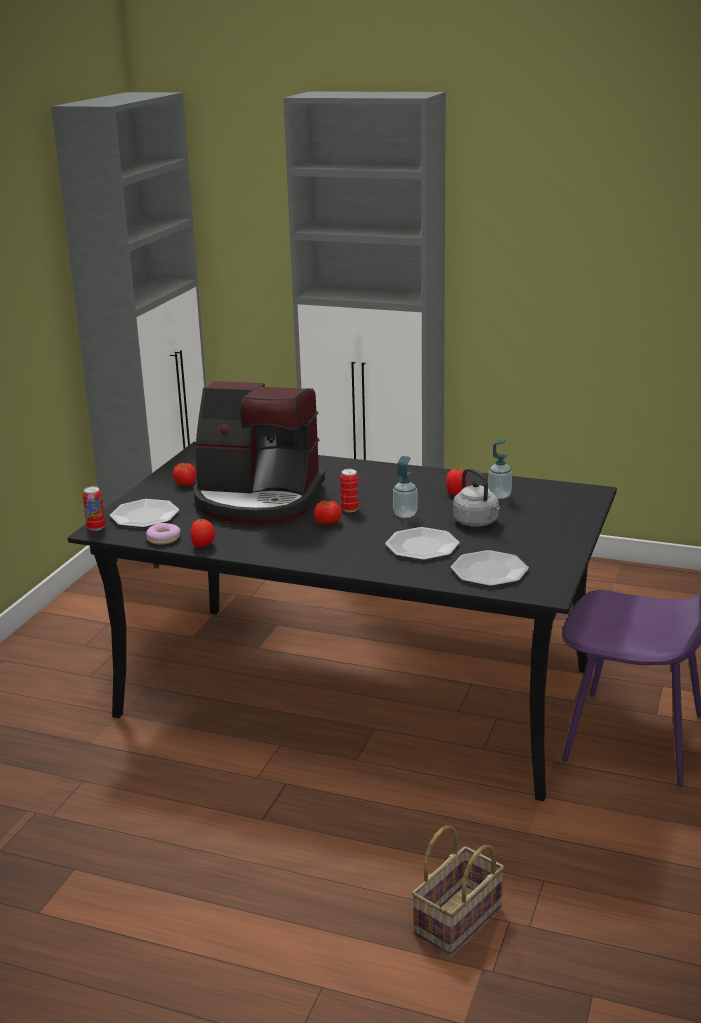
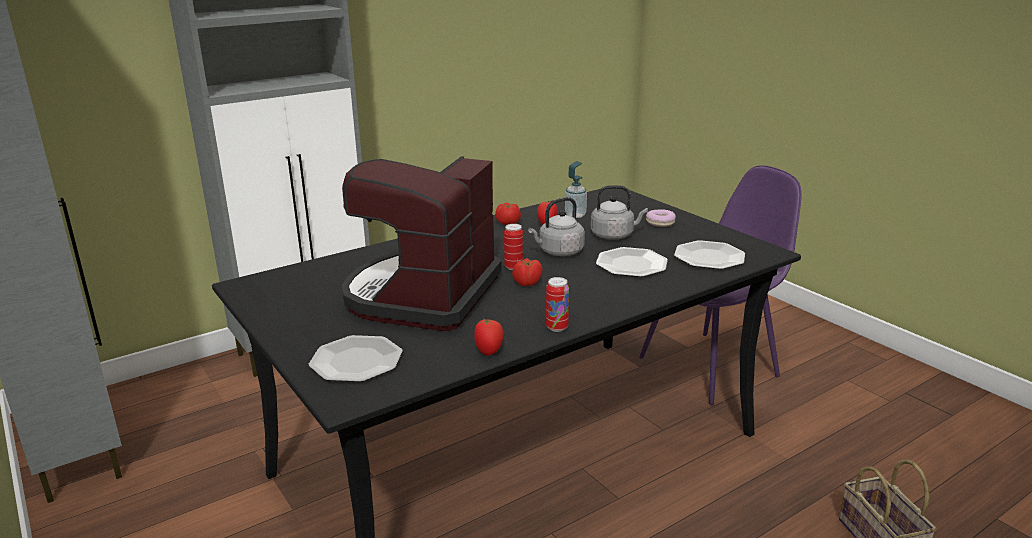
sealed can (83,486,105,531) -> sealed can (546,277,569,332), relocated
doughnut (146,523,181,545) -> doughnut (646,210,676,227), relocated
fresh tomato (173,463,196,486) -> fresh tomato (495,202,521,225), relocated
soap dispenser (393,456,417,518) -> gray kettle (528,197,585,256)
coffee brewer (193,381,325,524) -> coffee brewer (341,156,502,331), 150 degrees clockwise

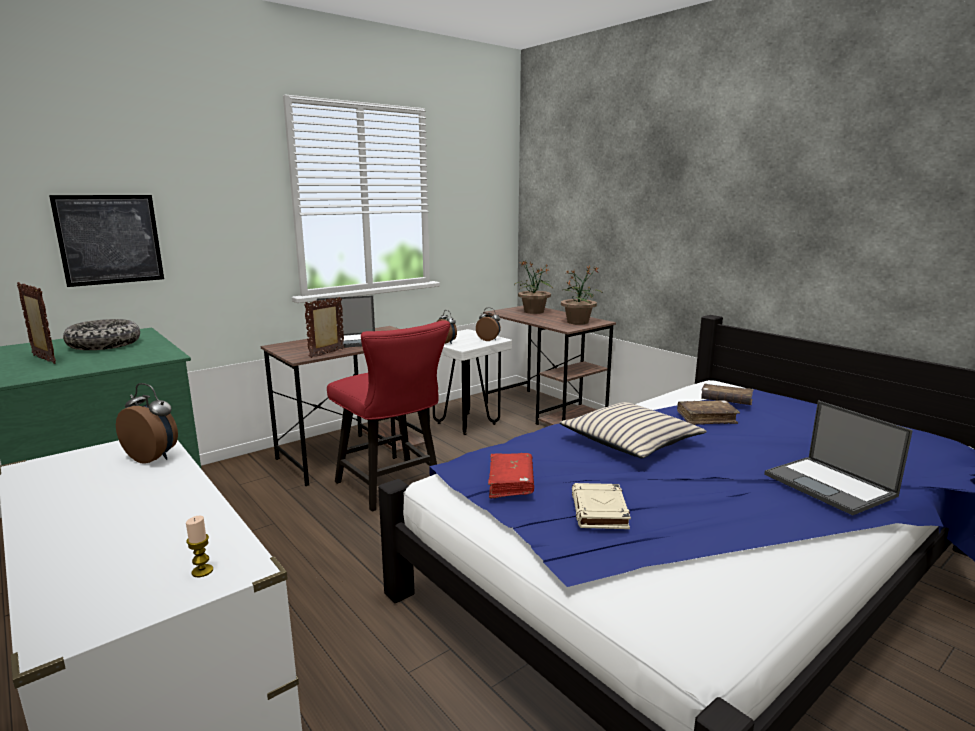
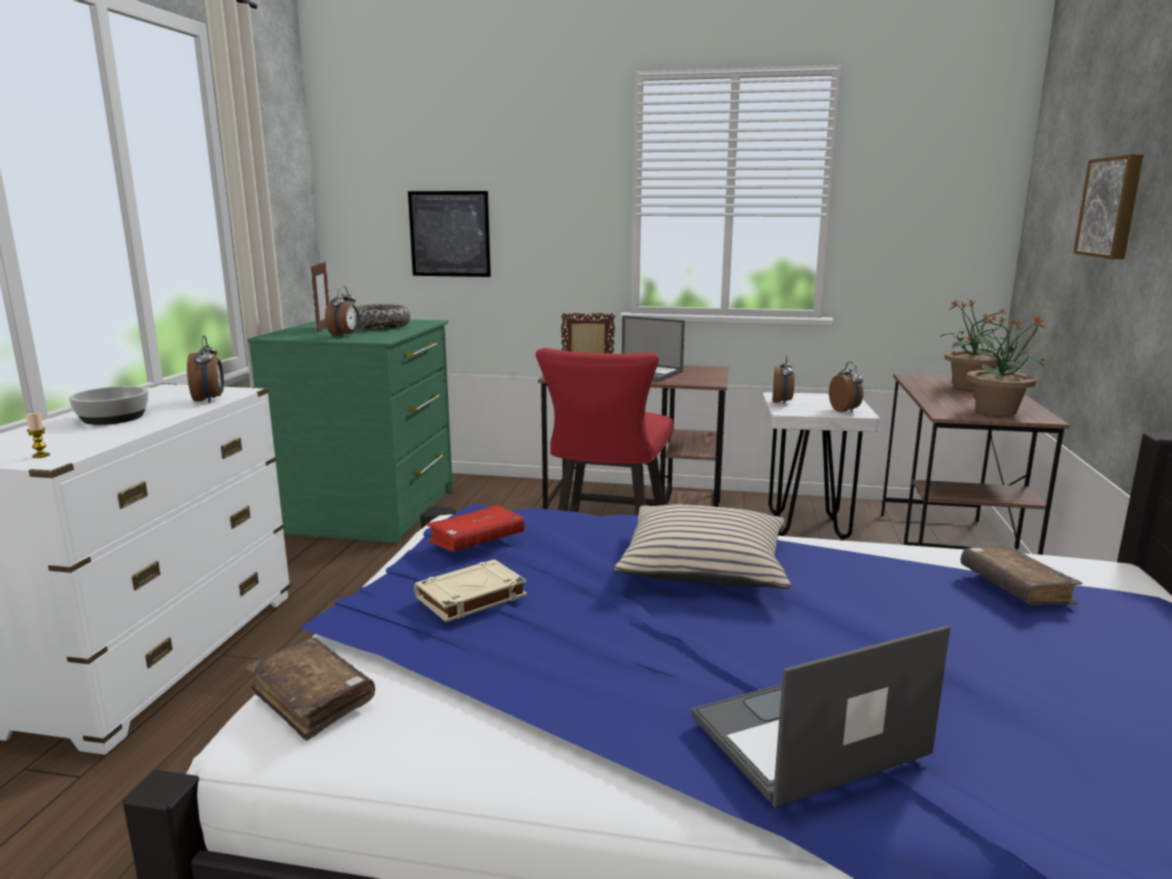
none -> bowl (69,386,148,425)
none -> bedside clock (325,286,359,337)
none -> wall art (1073,154,1144,259)
brown book (677,400,740,425) -> brown book (246,638,375,741), relocated
laptop (764,400,913,515) -> laptop (691,625,950,807), 45 degrees clockwise

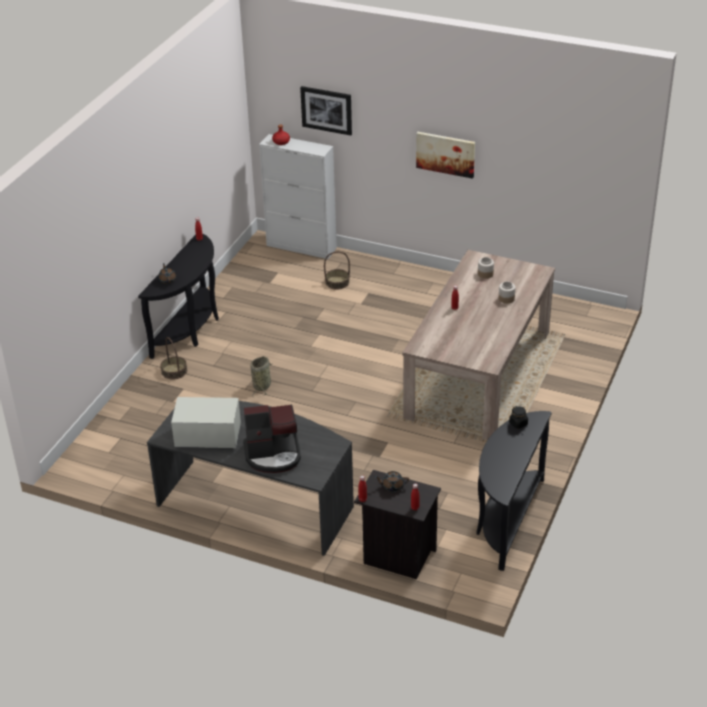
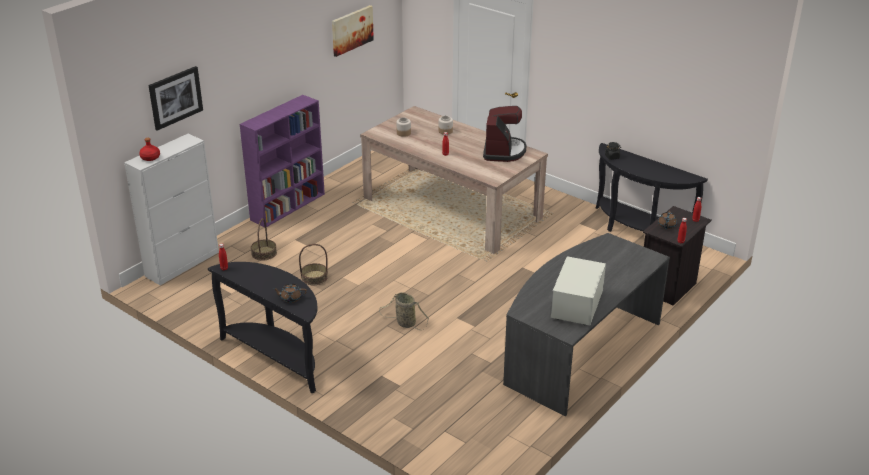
none -> purplish bookcase (240,95,325,227)
basket (160,337,187,380) -> basket (299,244,328,285), relocated
coffee brewer (243,405,301,473) -> coffee brewer (483,106,526,162), relocated
wall art (416,132,475,179) -> wall art (332,5,374,57), relocated

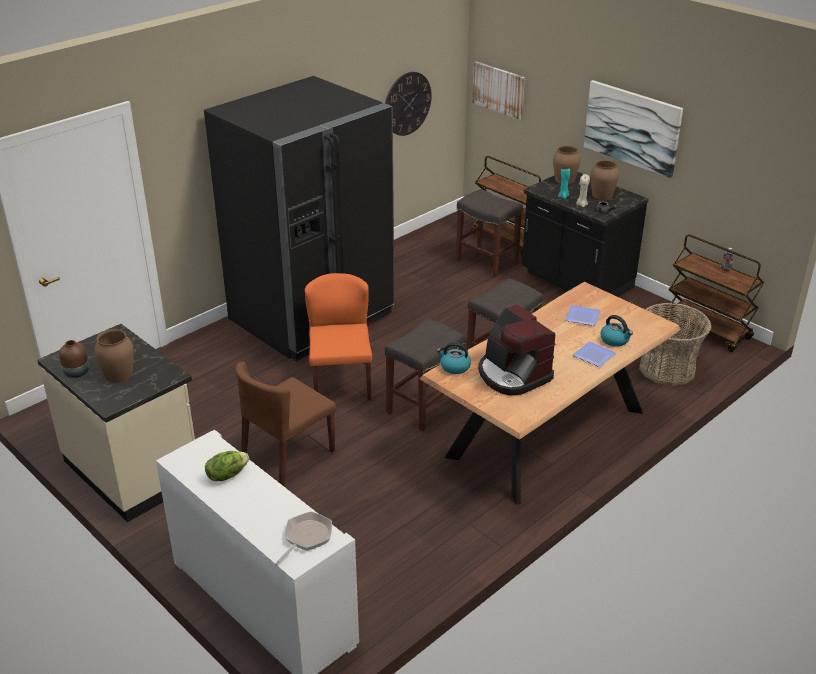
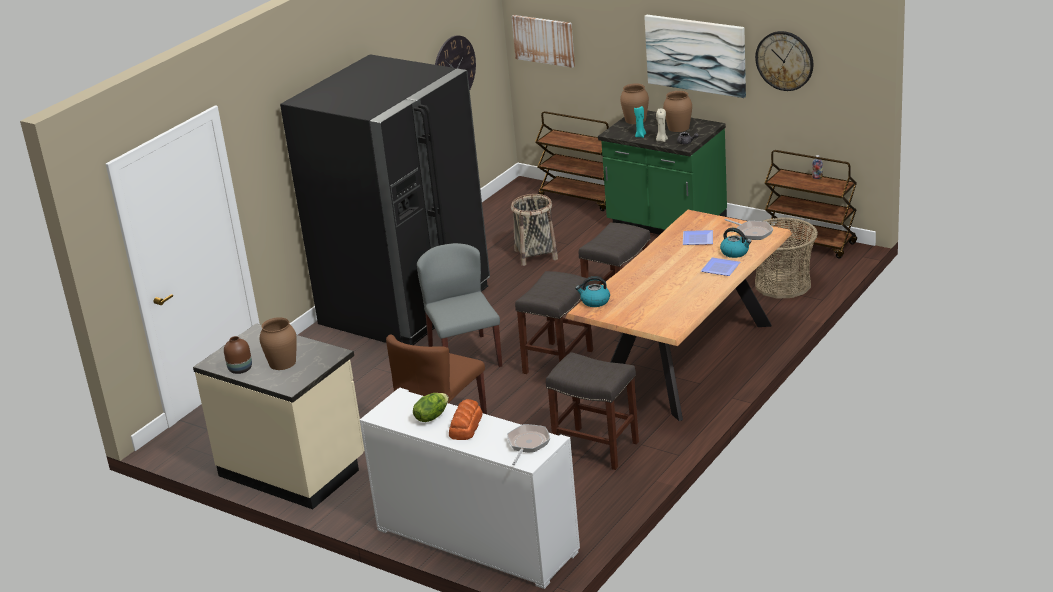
coffee brewer (478,304,555,396) -> none
none -> bread (449,399,483,440)
none -> basket (511,194,558,266)
none -> skillet (724,219,773,240)
none -> hanging clock (755,31,813,91)
gray stool seat (456,189,523,277) -> gray stool seat (546,352,639,470), relocated
orange chair (305,273,372,400) -> gray chair (417,243,502,367)
blackish kitchen base unit (522,172,648,297) -> green-coloured kitchen base unit (598,110,727,235)

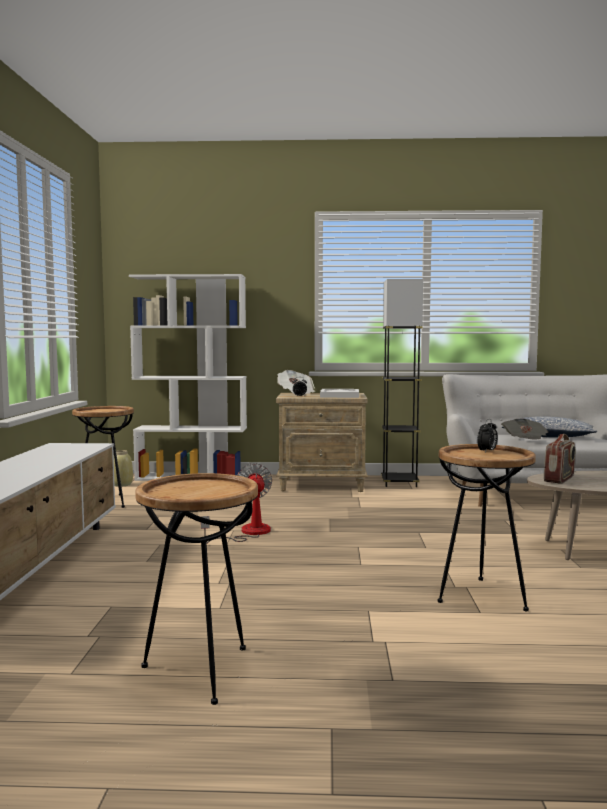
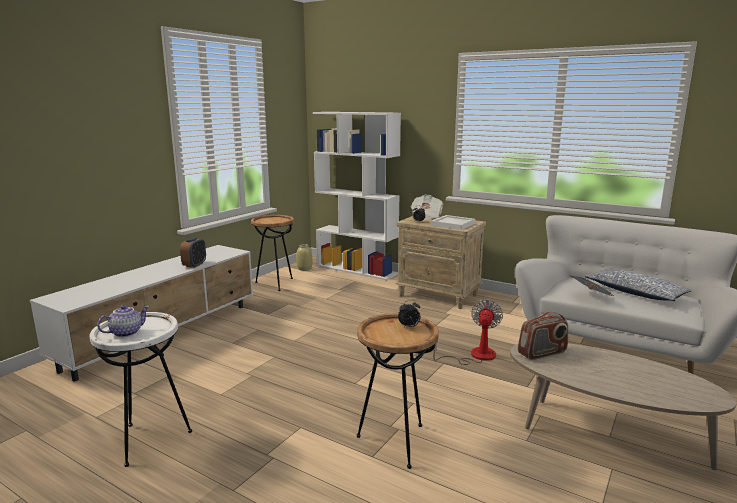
gray standing lamp (381,279,423,487) -> none
none -> tea pot (97,305,149,337)
none -> bedside clock (180,237,206,268)
electric fan (201,463,272,544) -> electric fan (434,299,503,365), relocated
brown end table (135,473,258,705) -> whitish end table (90,312,192,467)

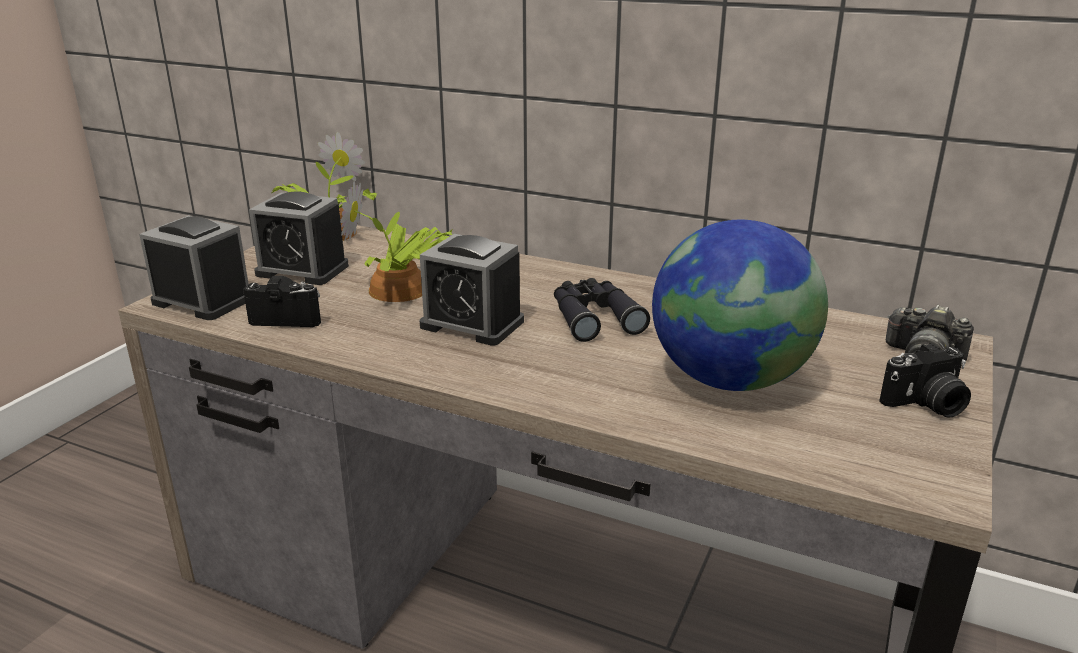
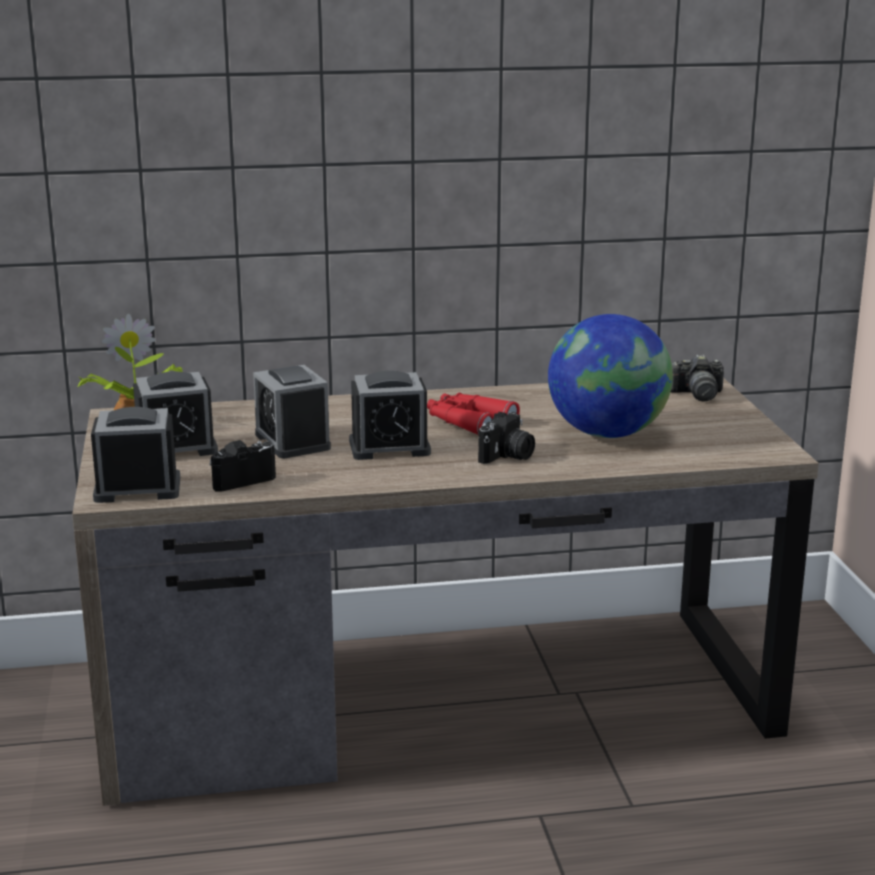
still camera (879,343,971,418) -> still camera (478,412,535,464), relocated
potted plant (340,180,453,302) -> bedside clock (253,365,331,458)
blackish field glasses (554,278,650,342) -> red-coloured field glasses (427,393,520,435)

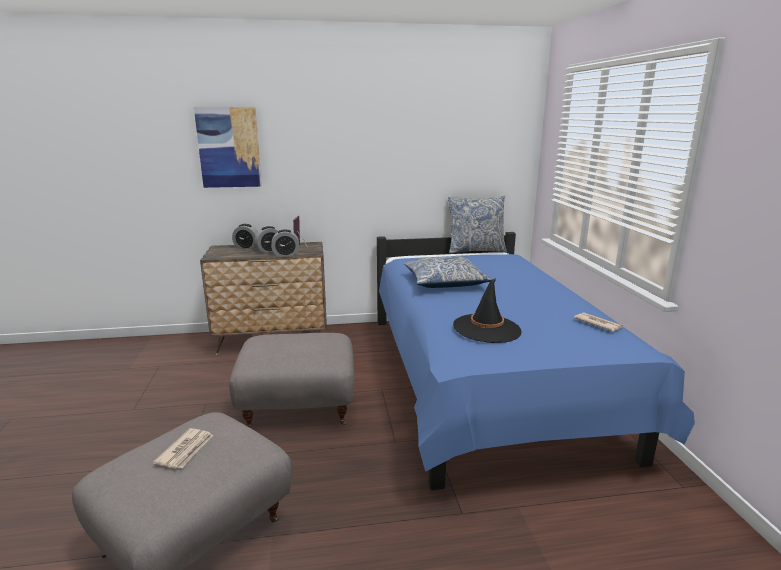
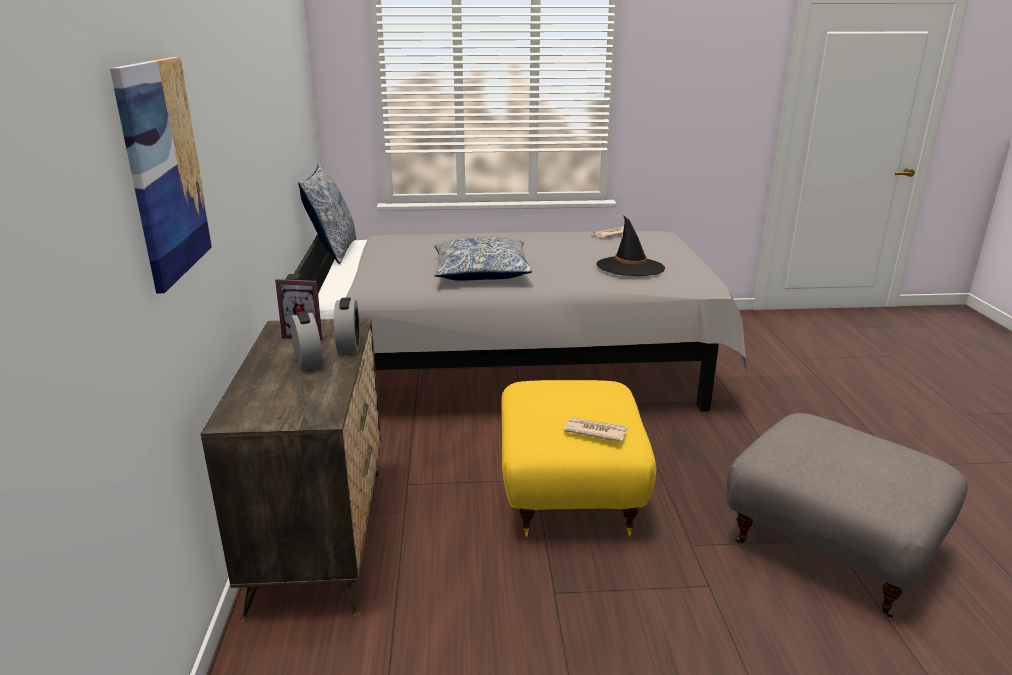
bedside clock (232,224,258,249) -> none
daily paper (153,428,213,469) -> daily paper (564,417,628,442), relocated
gray footrest (229,333,354,429) -> yellow-coloured footrest (501,380,657,537)
blue sleeping bed (377,232,695,490) -> gray sleeping bed (286,231,747,412)

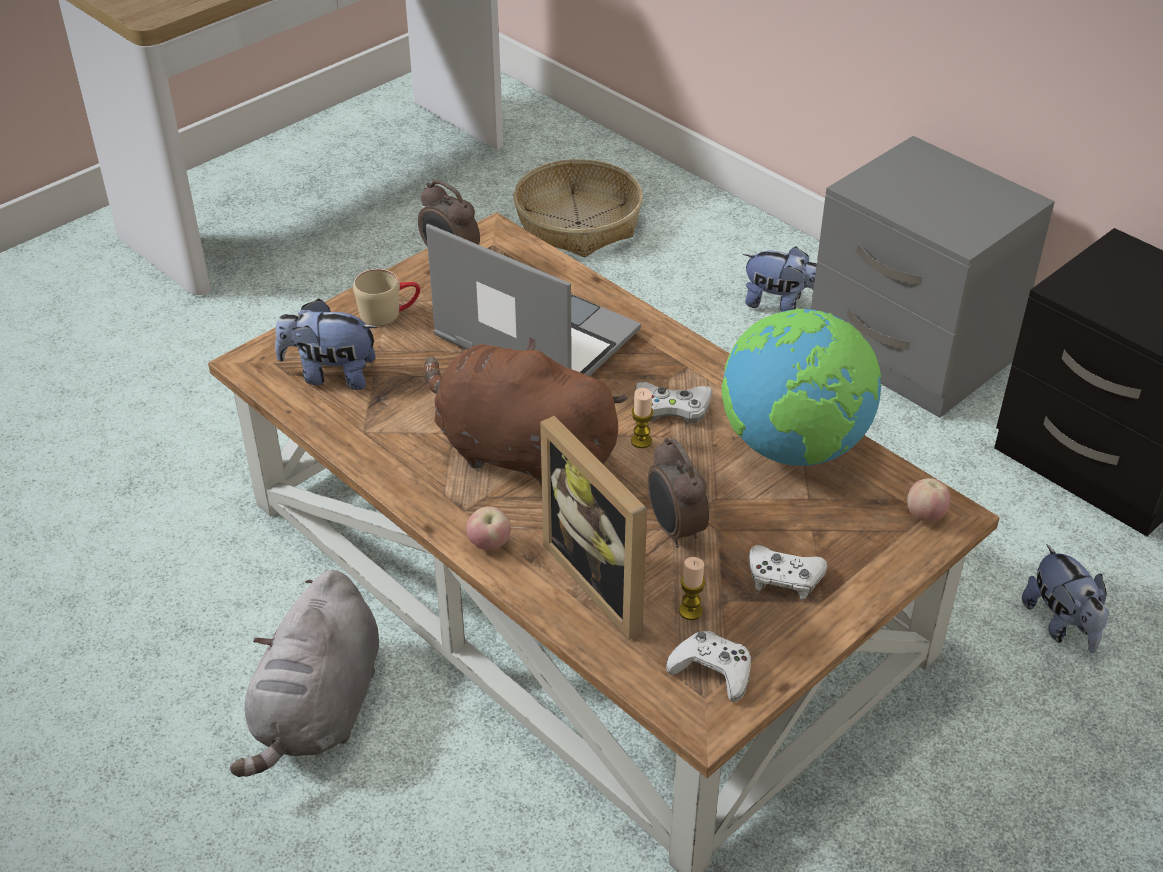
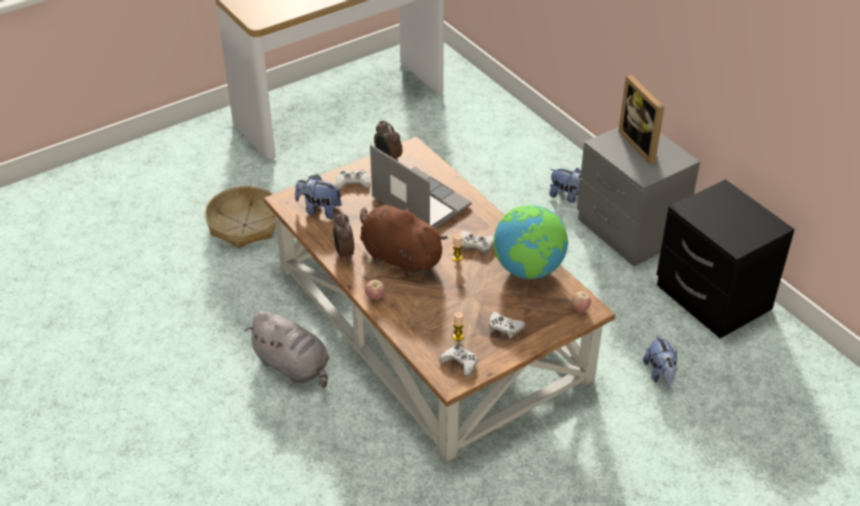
basket (514,159,643,257) -> basket (205,186,276,248), relocated
photo frame (540,416,647,640) -> photo frame (619,75,664,164), relocated
bedside clock (647,437,709,548) -> bedside clock (334,211,354,261), relocated
beige tea mug (353,269,420,326) -> whitish joypad (336,170,371,189)
gray plush toy (230,570,379,777) -> gray plush toy (245,311,329,388), 75 degrees counterclockwise

